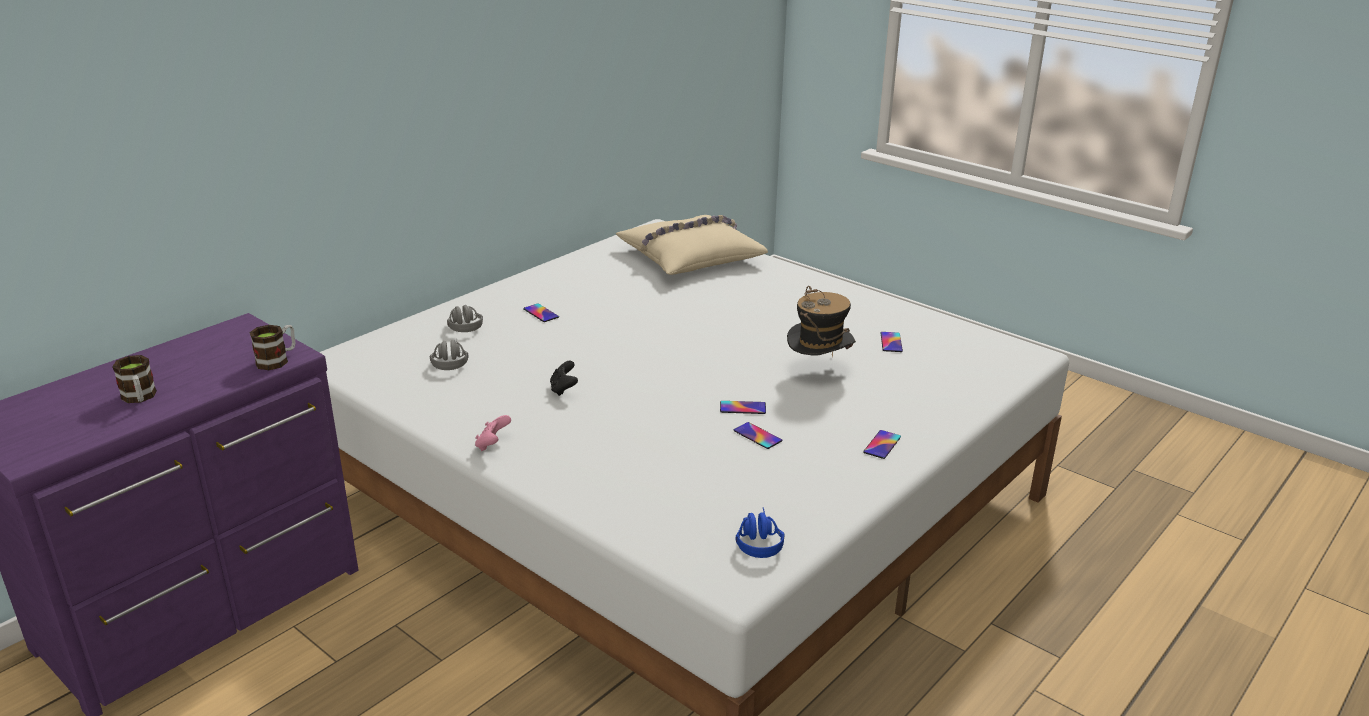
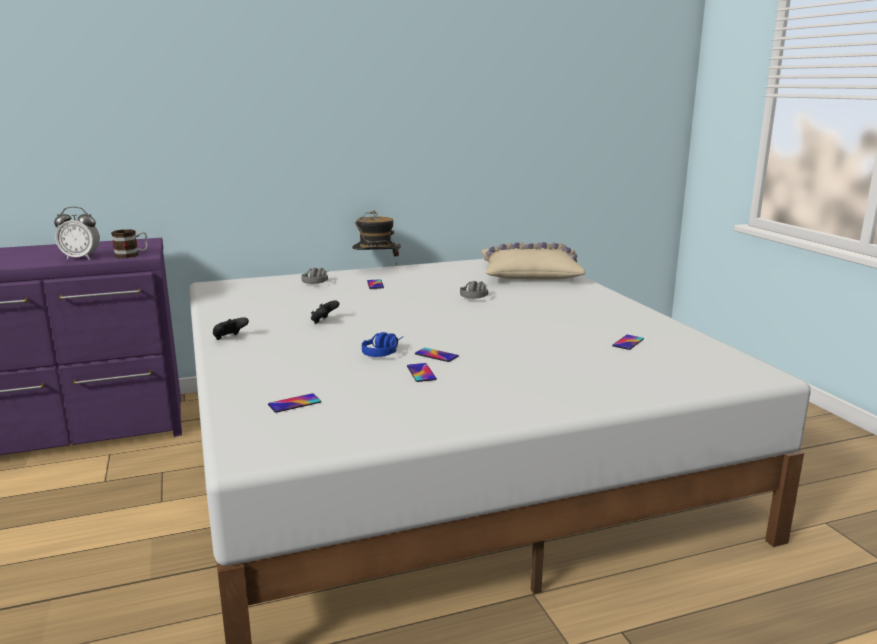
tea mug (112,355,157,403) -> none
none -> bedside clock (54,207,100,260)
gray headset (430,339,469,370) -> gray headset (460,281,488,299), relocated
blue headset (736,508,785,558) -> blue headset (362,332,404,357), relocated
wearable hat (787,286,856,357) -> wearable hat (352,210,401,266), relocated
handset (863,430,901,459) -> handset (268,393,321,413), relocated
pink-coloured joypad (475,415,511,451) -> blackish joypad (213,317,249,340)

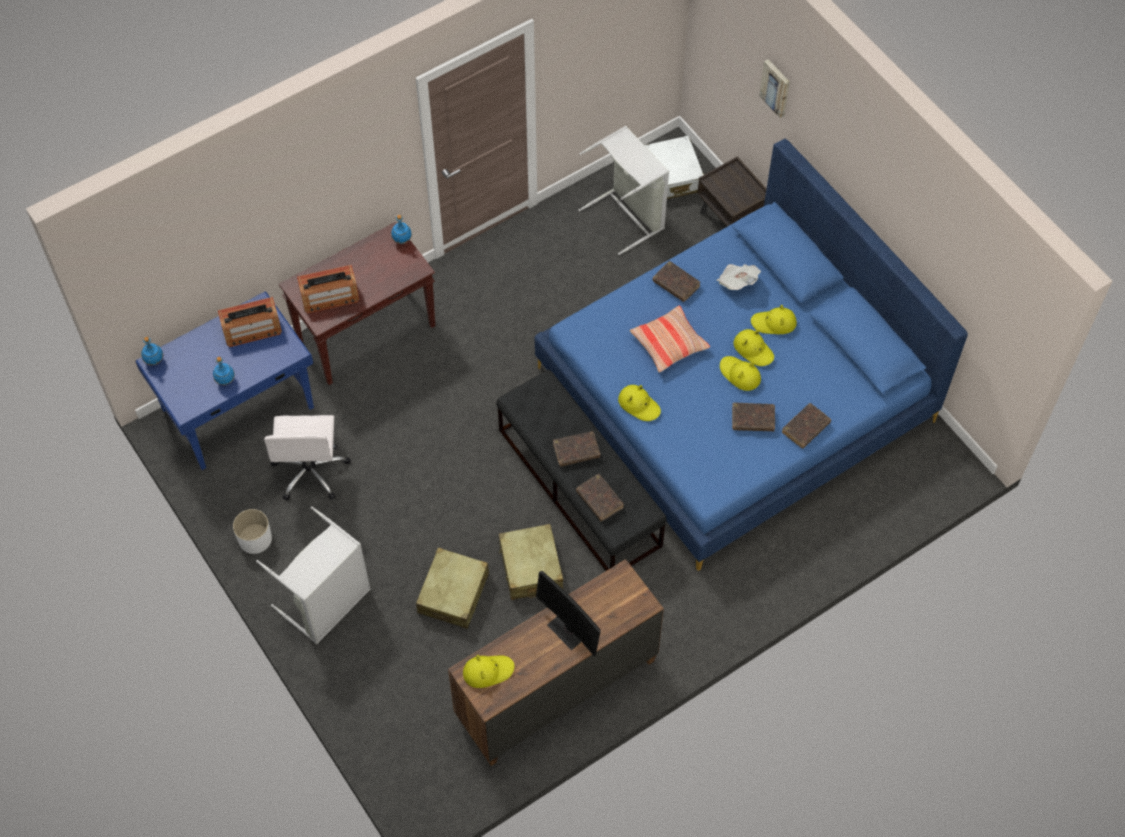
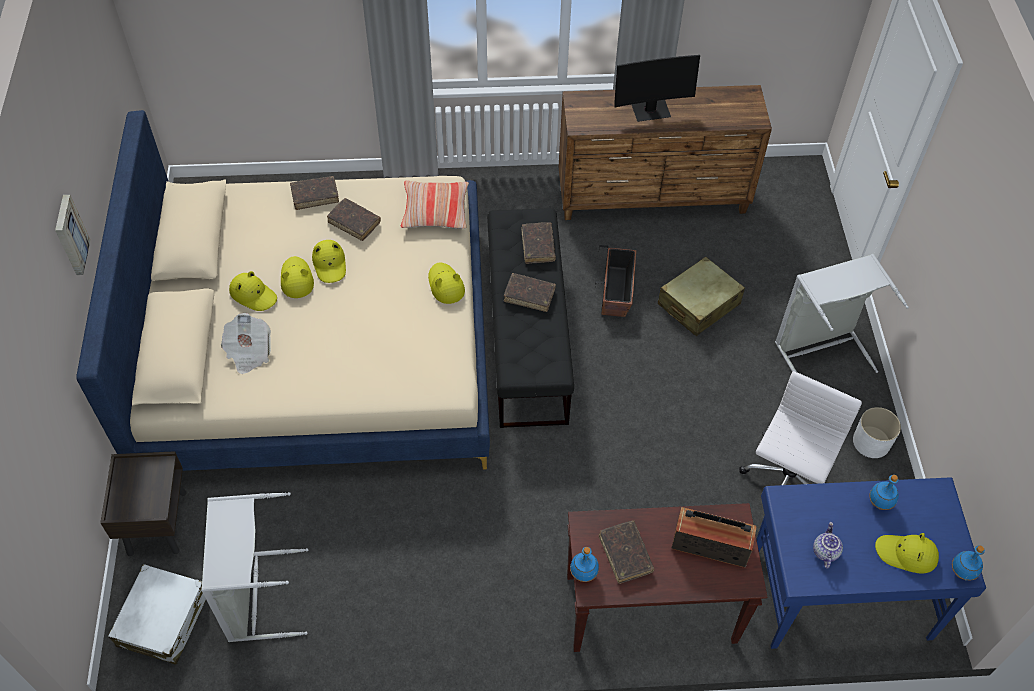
yellow-coloured wearable hat (463,655,515,688) -> yellow-coloured wearable hat (875,533,939,573), relocated
cushion (630,305,710,373) -> cushion (401,181,469,229), relocated
brown book (653,261,700,302) -> brown book (599,520,654,584), relocated
wall art (759,59,790,118) -> wall art (55,195,90,275), relocated
radio receiver (218,297,282,347) -> tea pot (813,522,843,569)
beige travel case (499,524,563,600) -> planter (595,245,636,317)
blue sleeping bed (535,139,968,571) -> beige sleeping bed (77,110,490,471)
computer screen (536,571,601,657) -> computer screen (614,55,700,122), 90 degrees clockwise

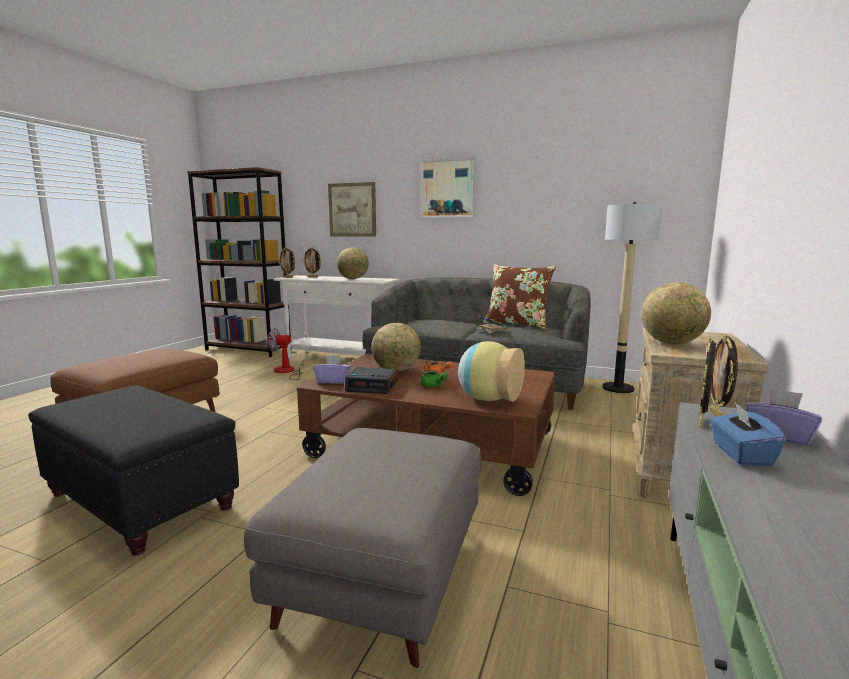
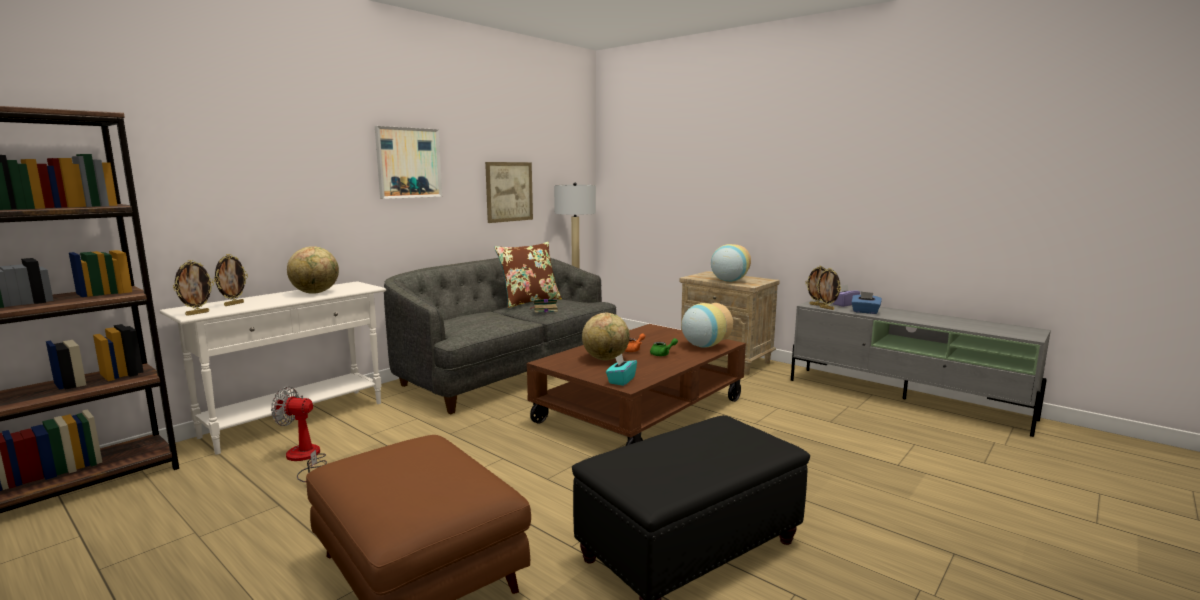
gray footrest (244,428,481,668) -> none
bedside clock (345,367,398,394) -> none
wall art (328,182,376,237) -> wall art (485,162,533,223), relocated
world globe (641,282,711,345) -> vase (711,244,751,282)
purplish box of tissues (313,355,351,384) -> turquoise-coloured box of tissues (606,354,637,386)
electric fan (268,328,304,380) -> electric fan (271,386,327,482), 75 degrees clockwise

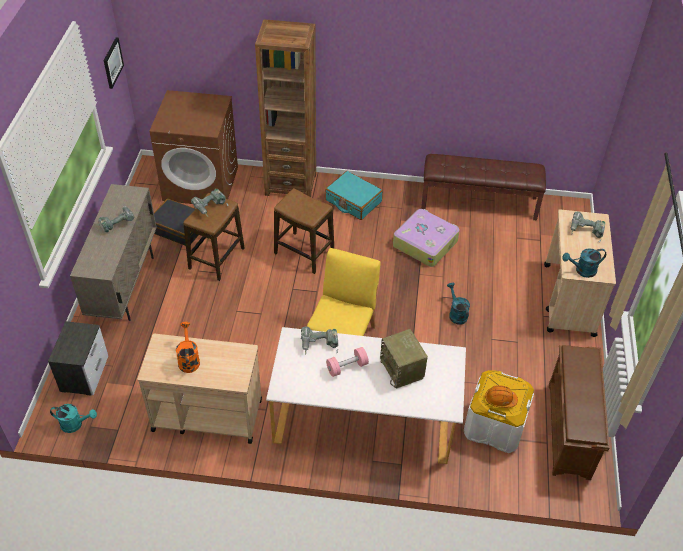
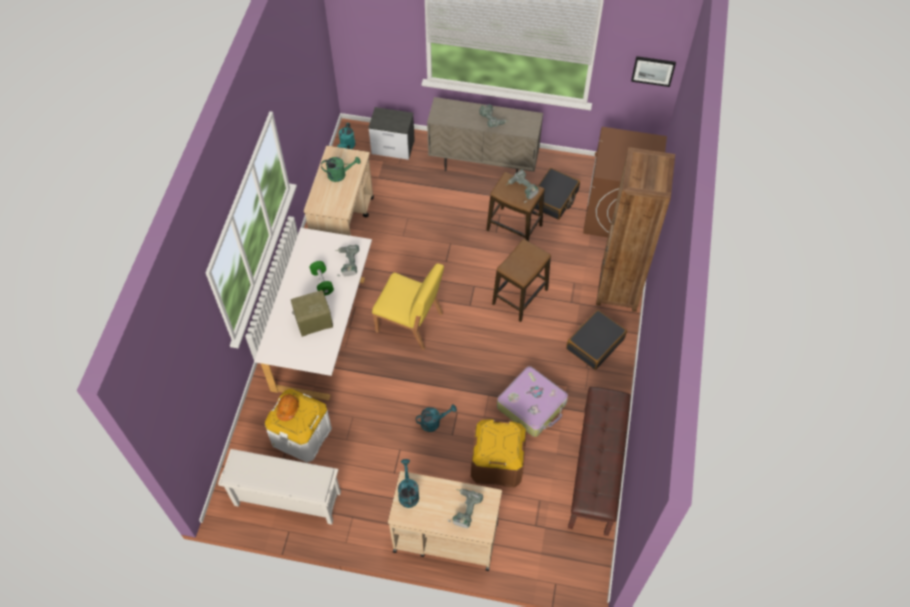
none -> brown storage box (471,419,527,487)
orange watering can (176,322,200,373) -> green-coloured watering can (321,157,361,182)
turquoise-coloured travel case (325,171,383,220) -> blackish travel case (566,310,627,370)
pink-coloured hand weight (326,347,369,377) -> green-coloured hand weight (310,261,334,295)
brown shoe stand (549,345,610,480) -> whitish shoe stand (218,449,341,525)

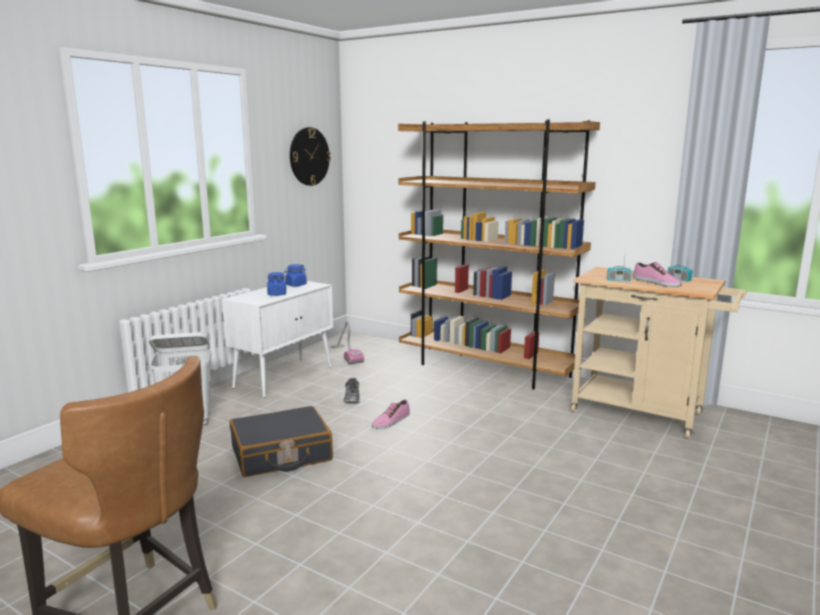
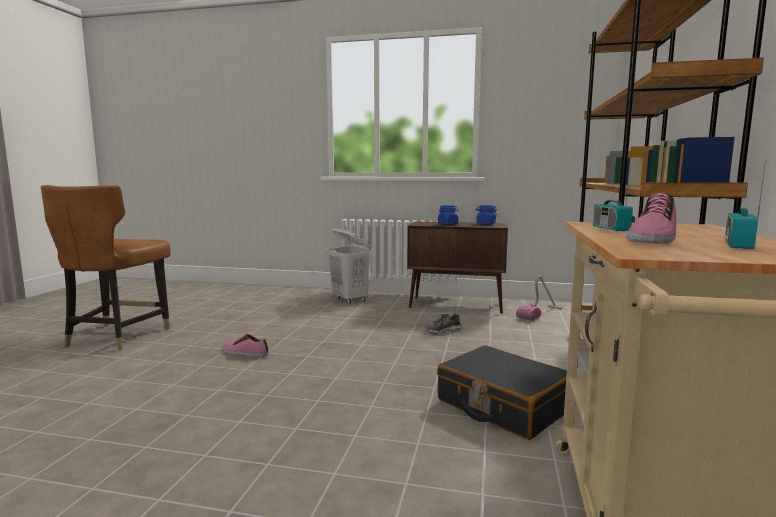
hanging clock (290,127,331,186) -> none
blackish travel case (230,406,333,477) -> blackish travel case (437,345,567,440), relocated
shoe (372,400,410,429) -> shoe (222,334,269,357), relocated
whitish cabinet (222,281,333,398) -> brown cabinet (407,221,508,314)

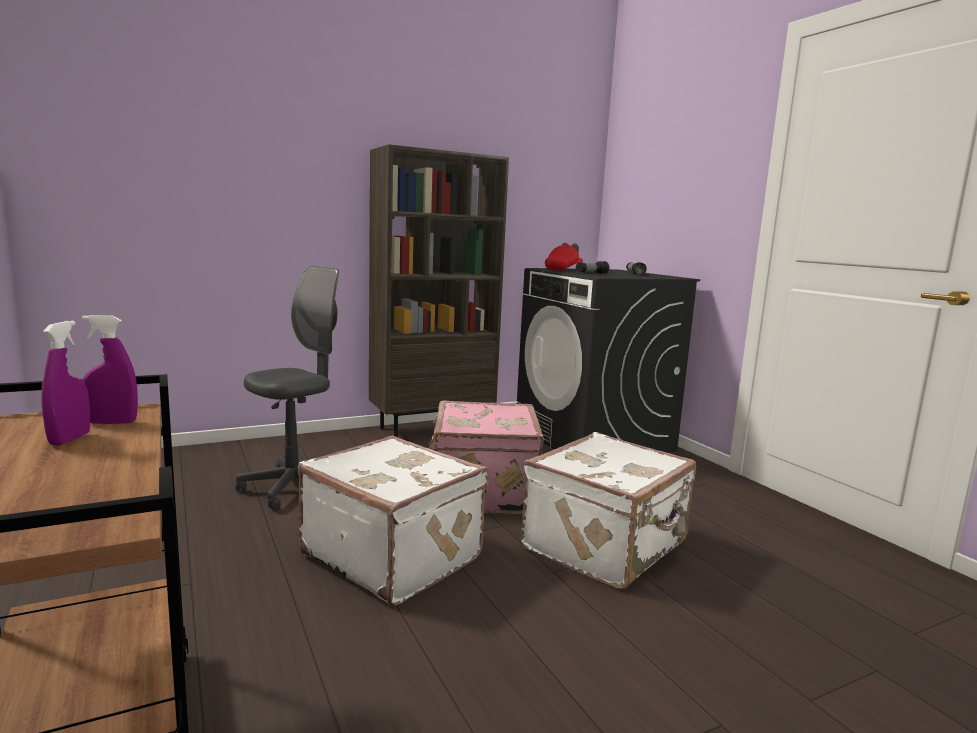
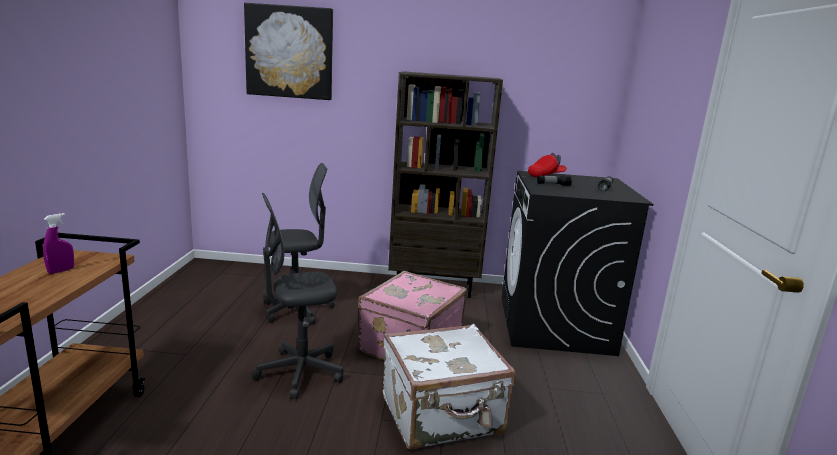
purplish hand sprayer (82,315,138,424) -> none
none -> wall art (244,3,333,100)
whitish travel case (298,435,489,606) -> gray computer chair (252,193,344,399)

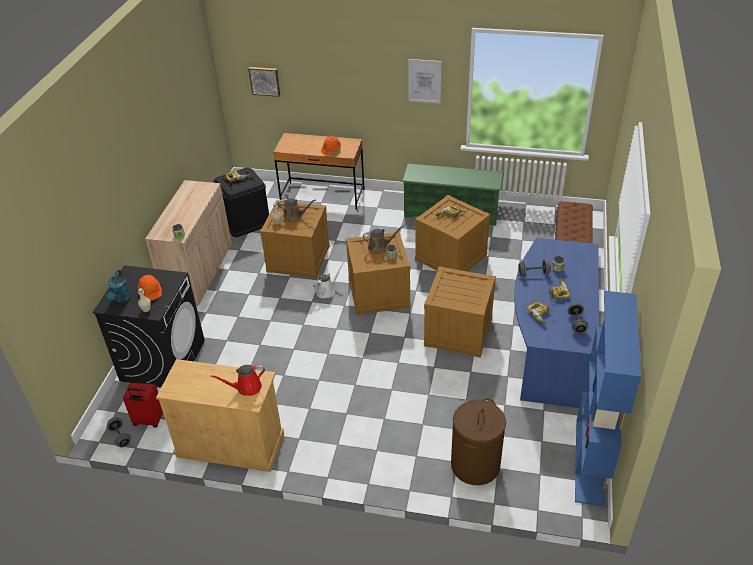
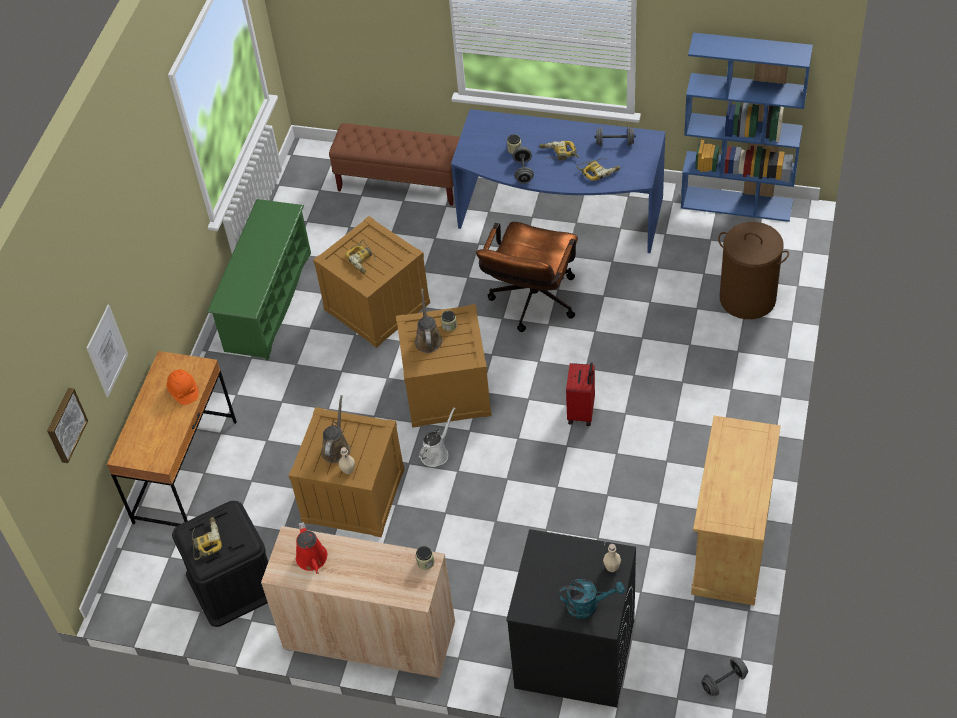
orange hard hat (138,275,162,300) -> none
red-coloured travel case (123,383,163,428) -> red-coloured travel case (566,362,595,426), relocated
red-coloured watering can (210,365,265,396) -> red-coloured watering can (296,522,328,574), relocated
wall art (408,59,442,104) -> wall art (87,305,128,397), relocated
shipping crate (424,266,496,358) -> brown computer chair (476,222,578,332)
whitish watering can (313,263,344,298) -> whitish watering can (419,407,455,467), 75 degrees clockwise

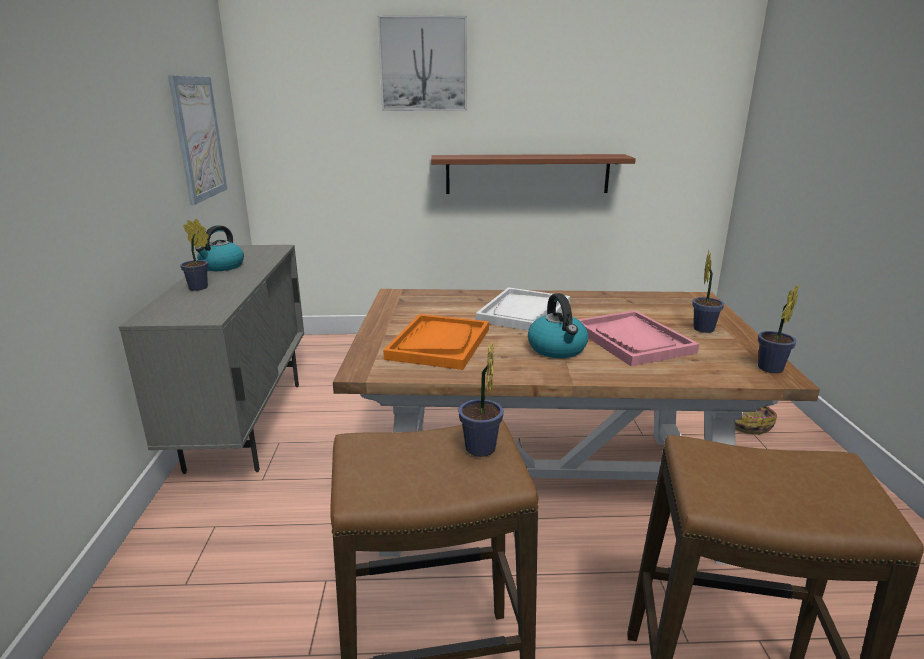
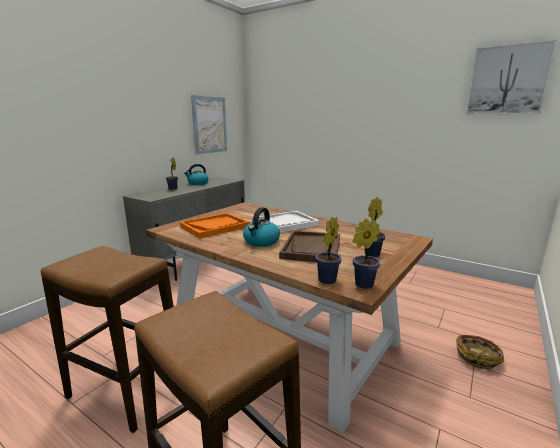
brown shelf (431,154,636,194) -> none
wall art (378,15,467,111) -> wall art (466,40,557,114), relocated
potted plant (458,340,504,457) -> potted plant (315,216,342,284), relocated
pink-coloured serving tray (578,310,699,366) -> brown serving tray (279,230,340,262)

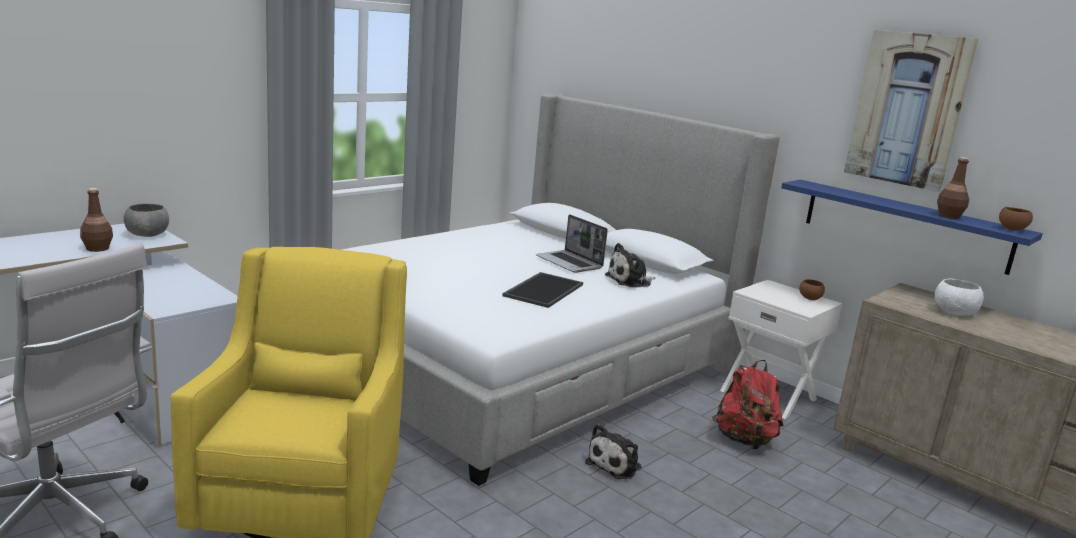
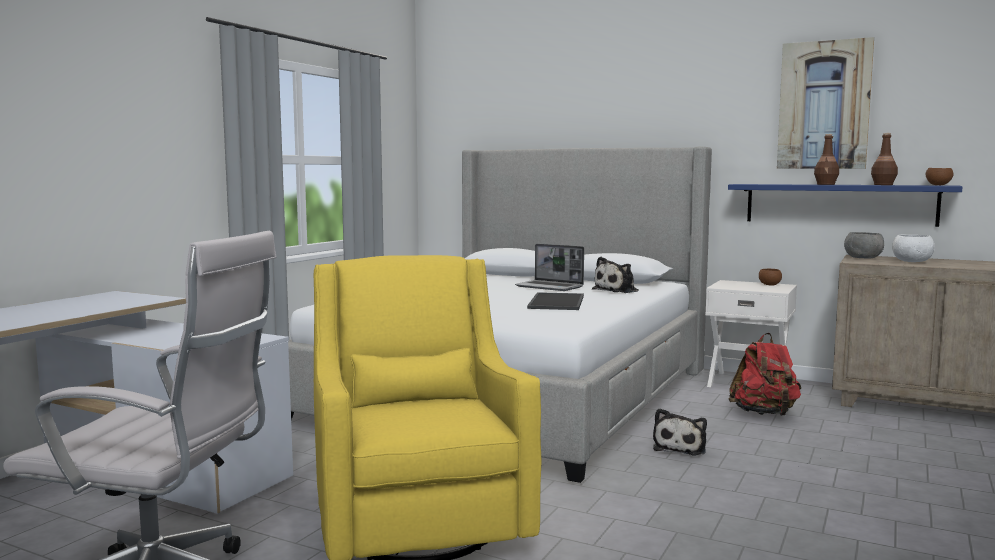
brown drink bottle (80,188,113,252) -> brown drink bottle (814,134,839,185), relocated
gray bowl (124,203,169,237) -> gray bowl (844,232,884,259), relocated

